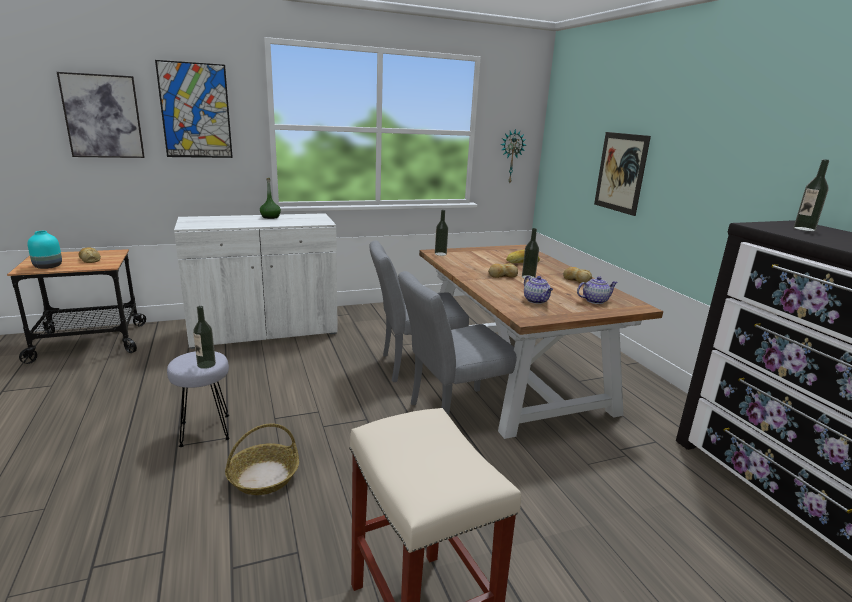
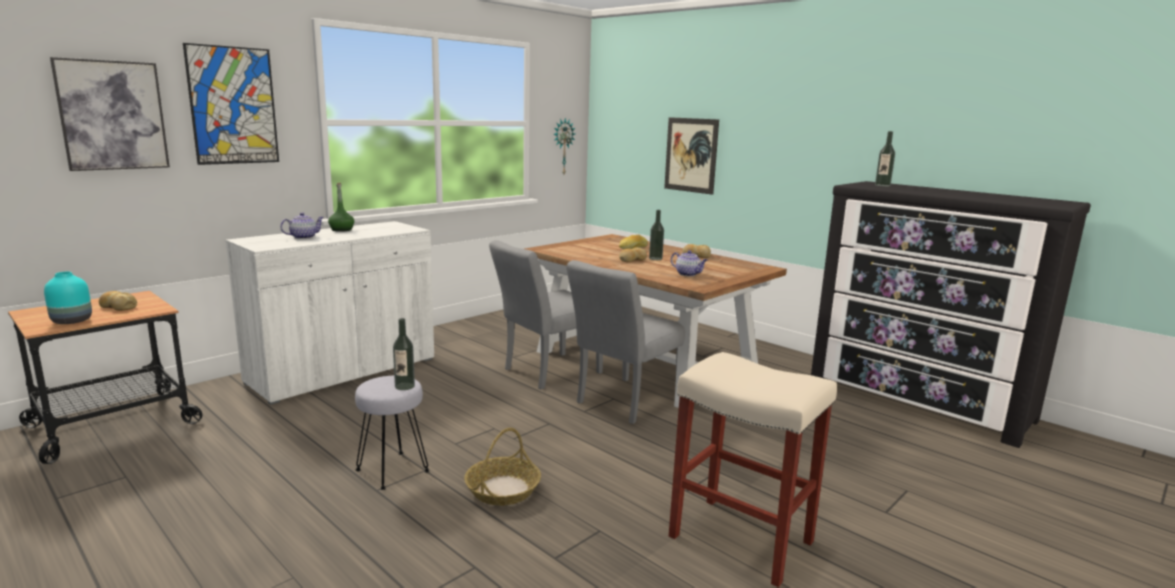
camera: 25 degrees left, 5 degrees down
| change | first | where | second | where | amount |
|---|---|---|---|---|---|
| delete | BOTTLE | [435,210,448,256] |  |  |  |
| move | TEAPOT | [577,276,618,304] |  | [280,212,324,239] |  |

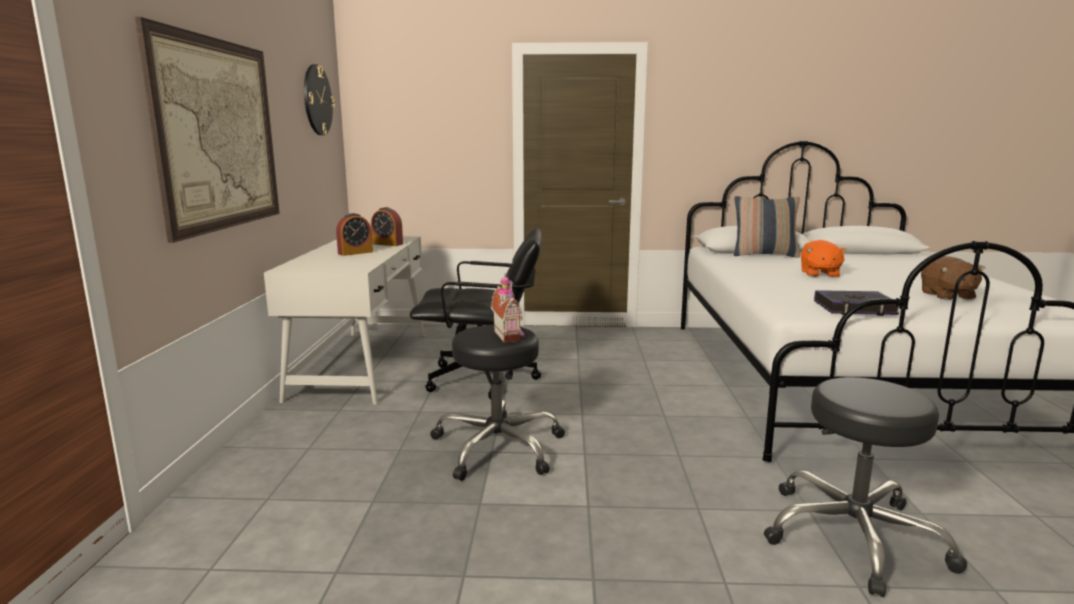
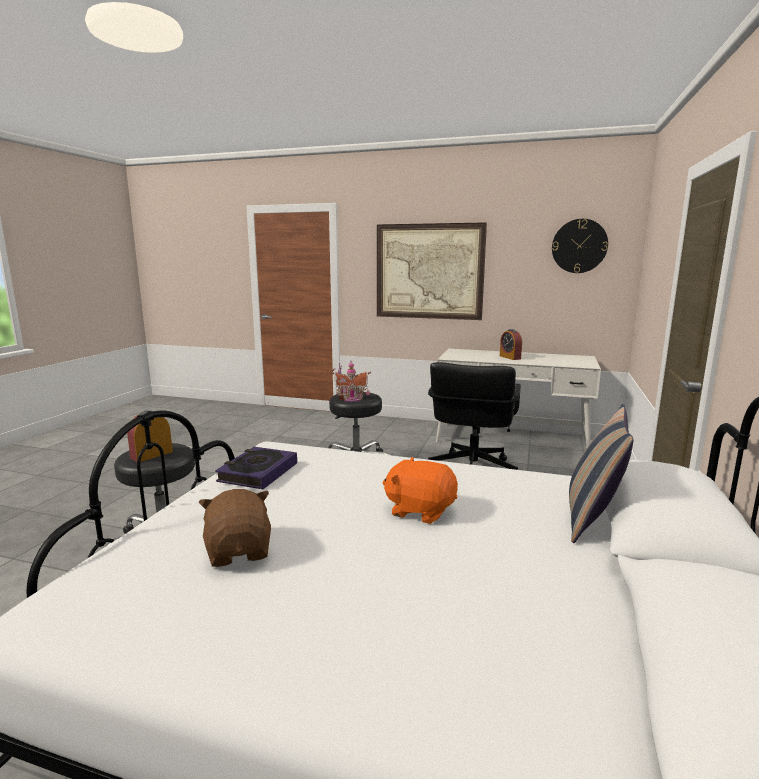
camera: 105 degrees right, 0 degrees up
| change | first | where | second | where | amount |
|---|---|---|---|---|---|
| move | ALARM CLOCK | [371,207,403,246] |  | [127,411,173,462] |  |
| rotate | BROWN PLUSH TOY | [921,256,985,300] |  | [199,489,271,567] | 60 degrees clockwise |

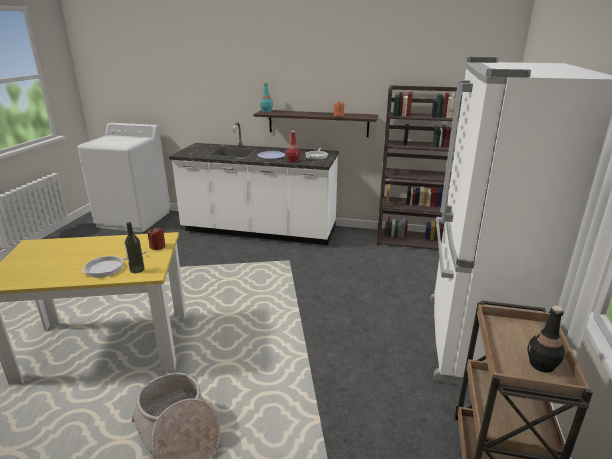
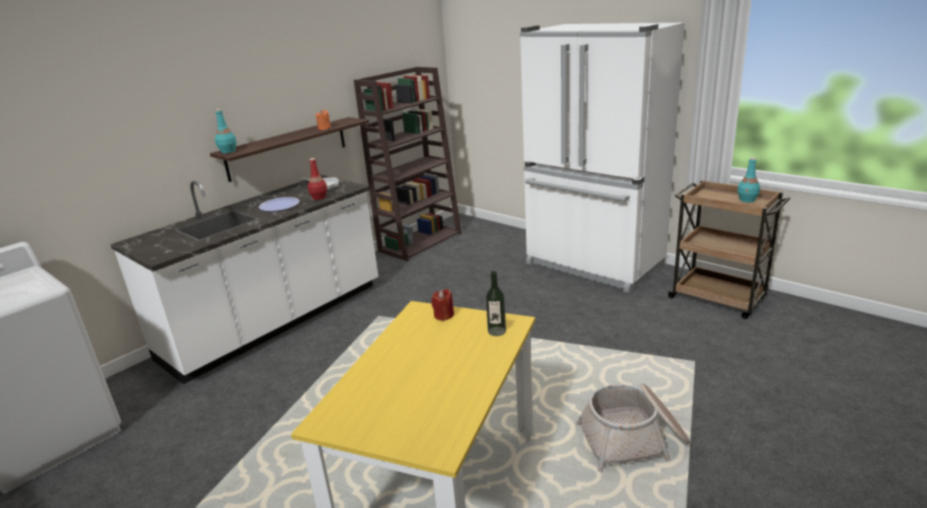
camera: 60 degrees left, 0 degrees up
| change | first | where | second | where | amount |
|---|---|---|---|---|---|
| delete | FRYING PAN | [81,251,147,278] |  |  |  |
| recolor | BLACK BOTTLE | [527,306,565,373] | TURQUOISE BOTTLE | [737,157,760,202] |  |

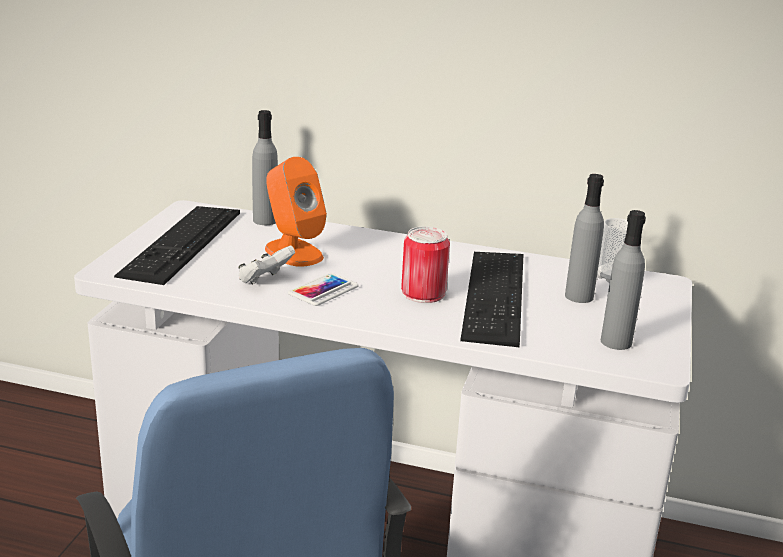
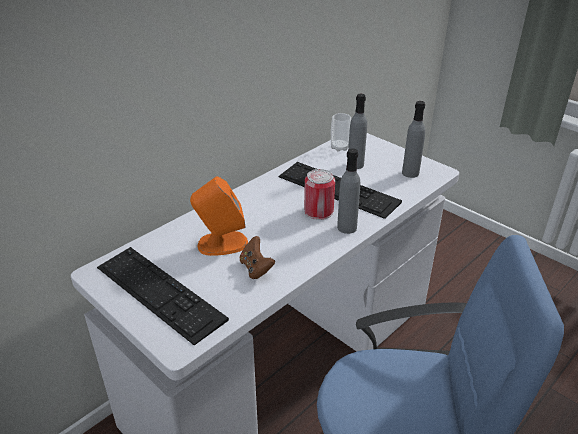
camera: 60 degrees left, 10 degrees up
| change | first | where | second | where | amount |
|---|---|---|---|---|---|
| recolor | WHITE GAME CONTROLLER | [238,245,295,285] | BROWN GAME CONTROLLER | [240,236,275,279] |  |
| move | GREY BOTTLE | [252,110,278,225] |  | [337,148,360,234] |  |
| delete | PHONE | [288,273,359,306] |  |  |  |

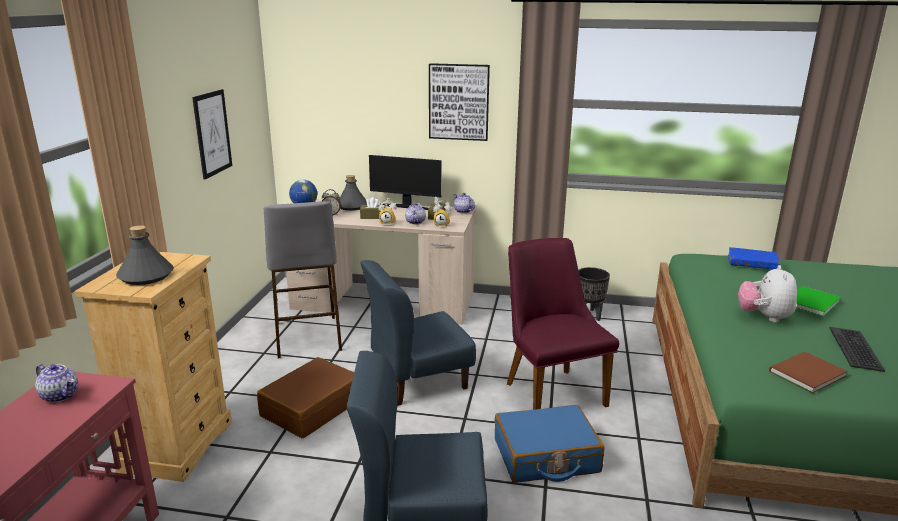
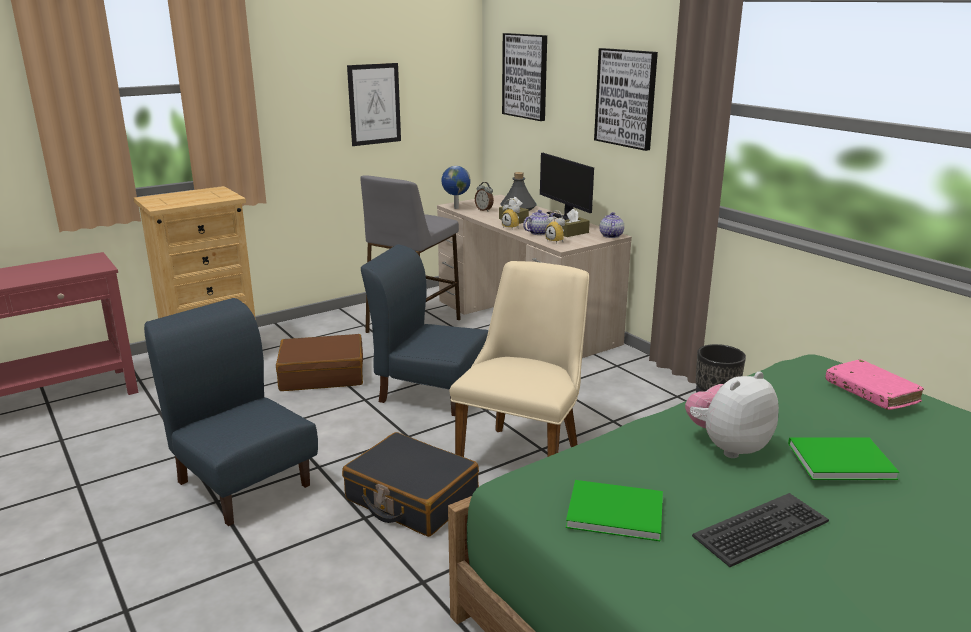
camera: 45 degrees right, 0 degrees up
| change | first | where | second | where | amount |
|---|---|---|---|---|---|
| delete | TEAPOT | [35,364,78,403] |  |  |  |
| delete | GREY BOTTLE | [116,225,174,285] |  |  |  |
| recolor | BLUE SUITCASE | [495,405,604,483] | BLACK SUITCASE | [342,432,479,537] |  |
| recolor | PURPLE CHAIR | [507,238,620,410] | BEIGE CHAIR | [450,261,589,457] |  |
| recolor | BLUE BOOK | [728,247,780,269] | PINK BOOK | [825,359,924,410] |  |
| recolor | BROWN BOOK | [769,352,848,393] | GREEN BOOK | [566,480,663,541] |  |
| insert |  |  | PICTURE | [502,33,547,121] |  |

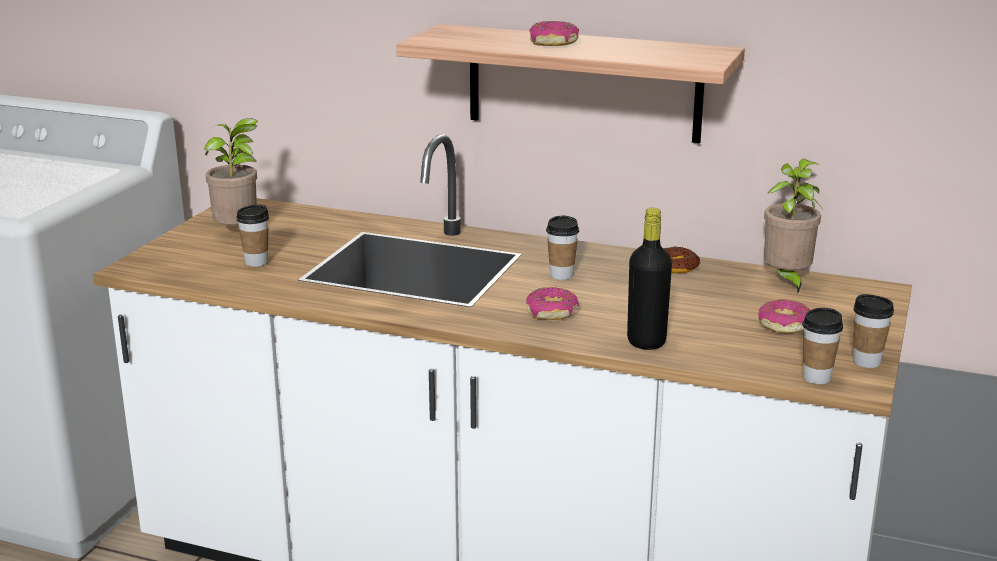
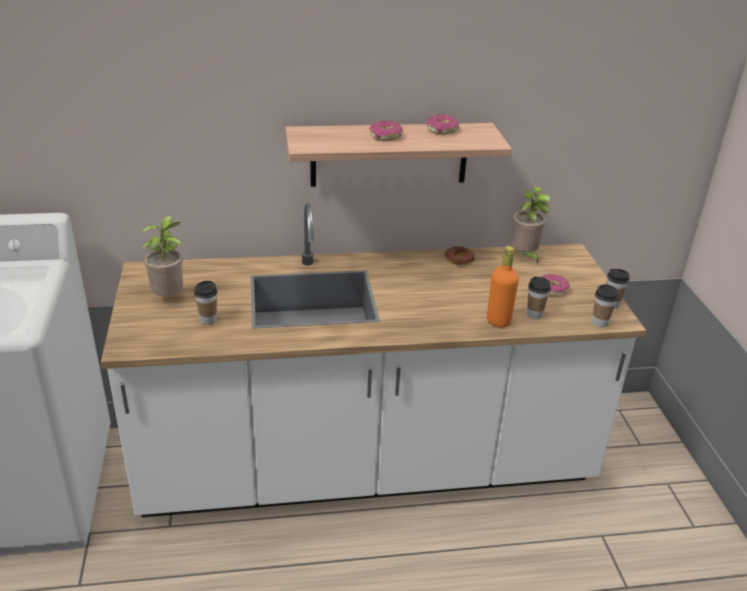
camera: 30 degrees left, 10 degrees up
| change | first | where | second | where | amount |
|---|---|---|---|---|---|
| move | DONUT | [526,287,579,320] |  | [427,115,459,135] |  |
| move | CUP | [546,216,579,280] |  | [527,276,551,319] |  |
| recolor | BLACK BOTTLE | [627,208,672,350] | ORANGE BOTTLE | [487,246,519,328] |  |

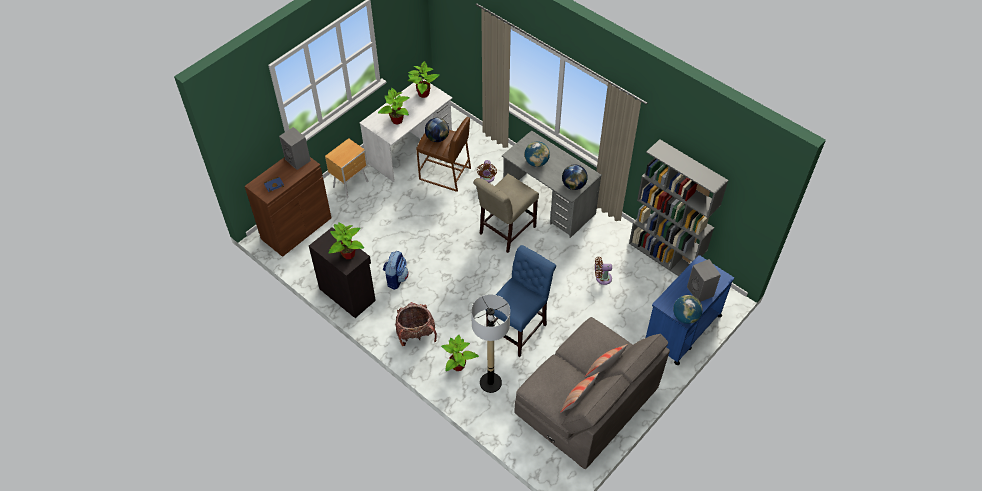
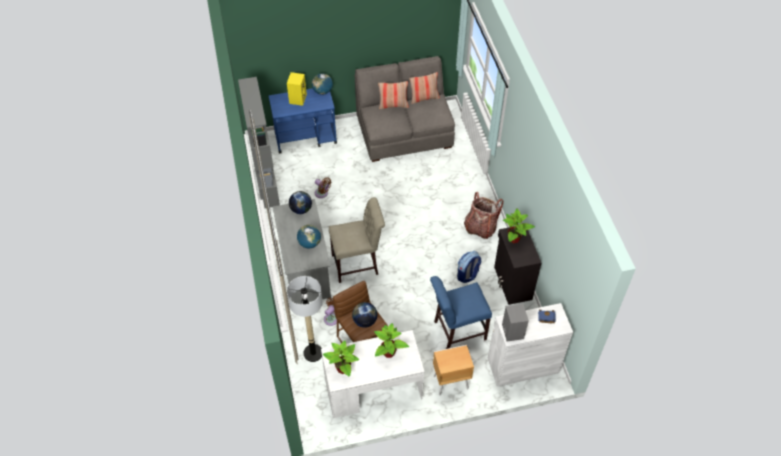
camera: 145 degrees left, 0 degrees up
| change | first | where | second | where | amount |
|---|---|---|---|---|---|
| recolor | BROWN CABINET | [245,157,331,257] | WHITE CABINET | [488,303,573,387] |  |
| delete | POTTED PLANT | [441,334,479,371] |  |  |  |
| move | FLOOR LAMP | [471,294,510,393] |  | [287,276,323,362] |  |
| move | BLUE CHAIR | [486,245,556,357] |  | [430,276,492,349] |  |
| recolor | GREY SPEAKER | [687,259,721,302] | YELLOW SPEAKER | [287,72,307,106] |  |

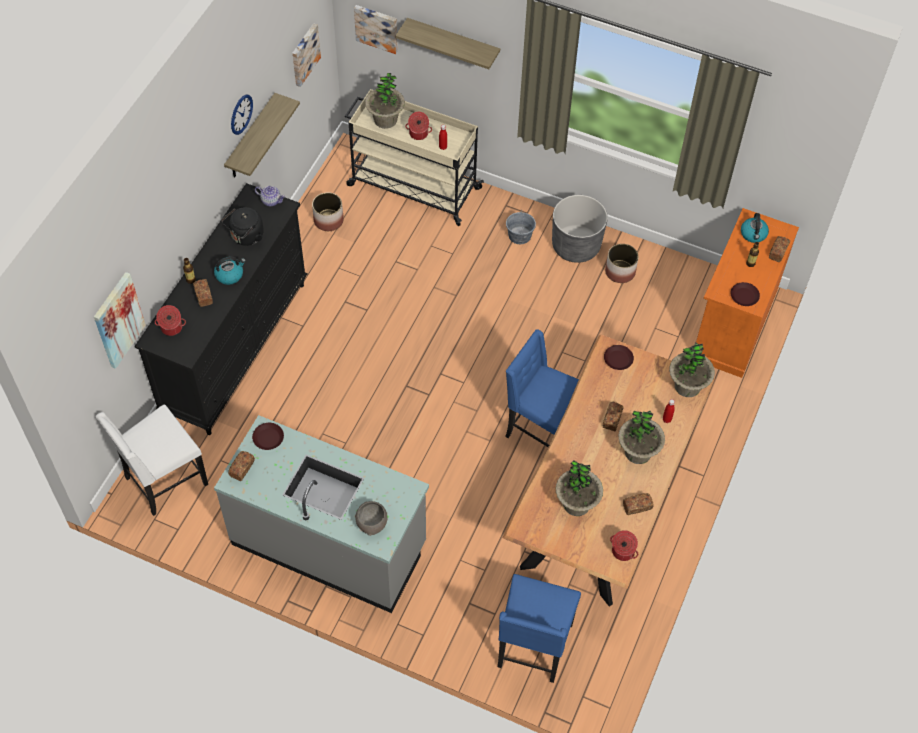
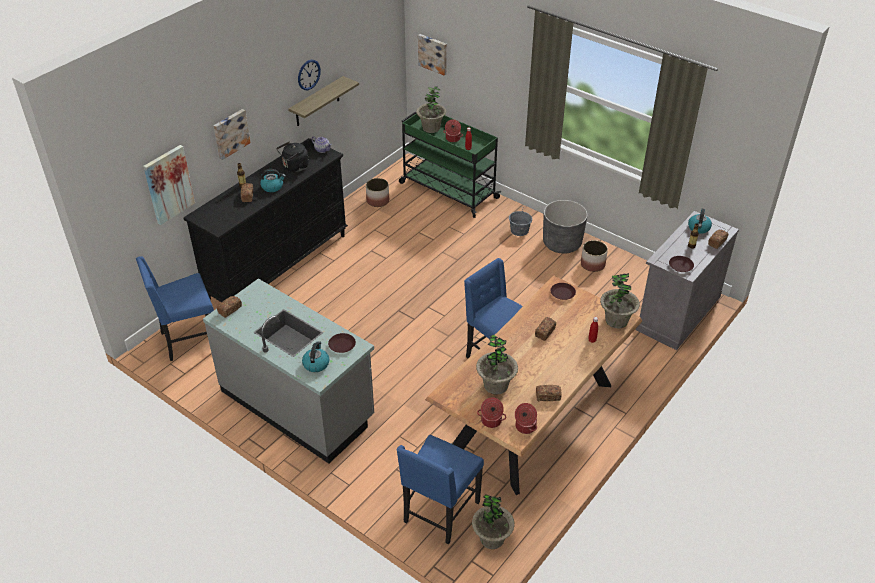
camera: 15 degrees right, 15 degrees down
| change | first | where | second | where | amount |
|---|---|---|---|---|---|
| recolor | WHITE CHAIR | [96,404,208,516] | BLUE CHAIR | [136,256,214,361] |  |
| move | COOKING POT | [155,305,186,336] |  | [477,397,506,428] |  |
| move | BROWN PLATE | [252,423,284,450] |  | [328,333,356,353] |  |
| move | PICTURE | [292,23,321,87] |  | [213,109,251,160] |  |
| recolor | BEIGE CART | [345,89,484,226] | GREEN CART | [399,112,501,218] |  |
| replace | GREY BOWL | [355,501,388,536] | KETTLE | [302,341,329,372] |  |
| delete | SHELF | [395,18,500,69] |  |  |  |
| move | POTTED PLANT | [618,411,665,464] |  | [472,494,515,549] |  |
| recolor | ORANGE CABINET | [696,208,799,378] | GREY CABINET | [635,211,739,350] |  |

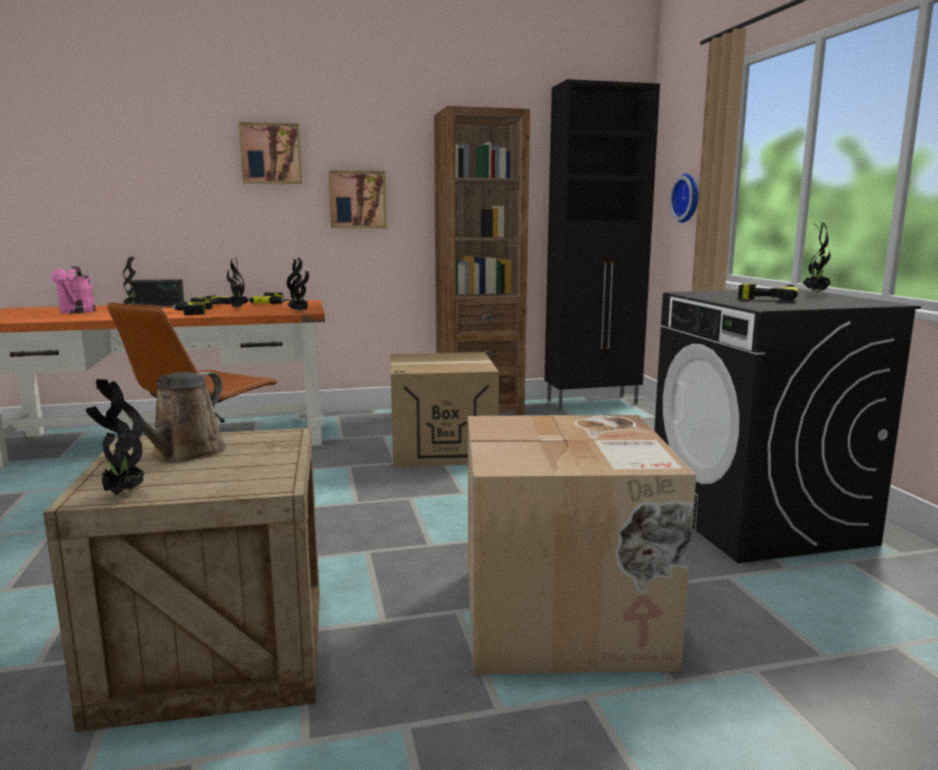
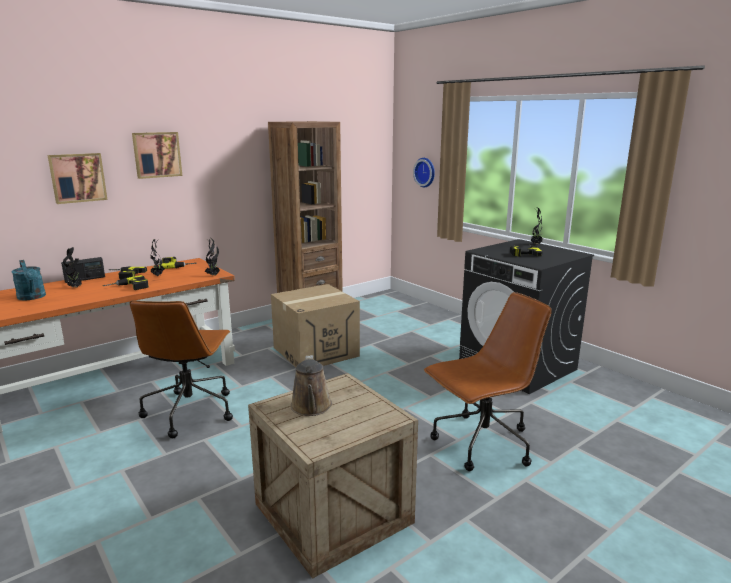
camera: 25 degrees left, 5 degrees up
| change | first | where | second | where | amount |
|---|---|---|---|---|---|
| recolor | PINK WATERING CAN | [51,266,96,314] | TURQUOISE WATERING CAN | [12,260,46,300] |  |
| delete | POTTED PLANT | [86,379,144,496] |  |  |  |
| move | PICTURE | [328,170,387,228] |  | [48,153,108,204] |  |
| replace | CARDBOARD BOX | [468,415,696,675] | BROWN OFFICE CHAIR | [424,292,552,471] |  |
| delete | BLACK CABINET | [544,79,660,409] |  |  |  |

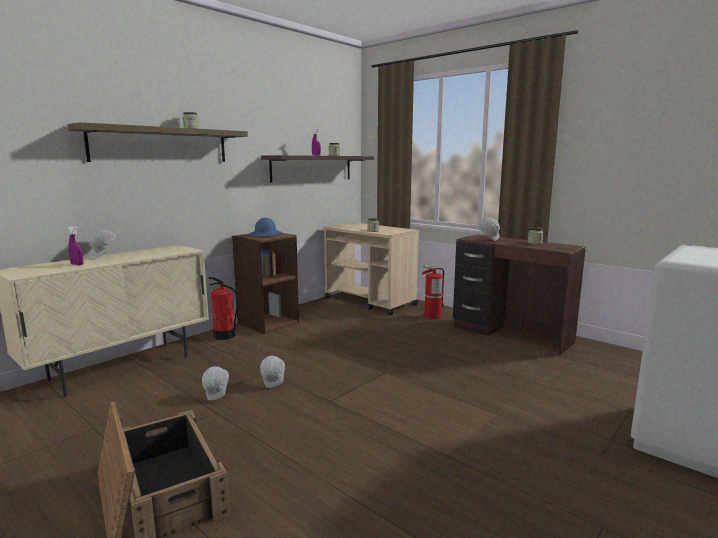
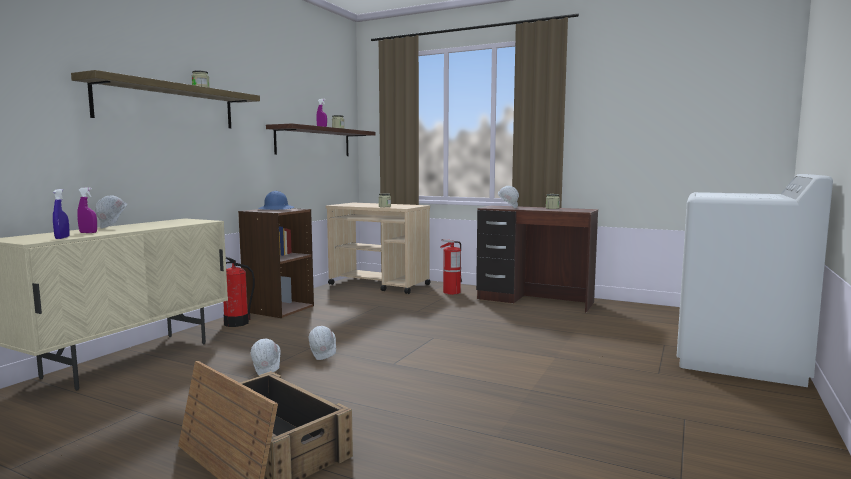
camera: 15 degrees left, 5 degrees down
| change | first | where | second | where | amount |
|---|---|---|---|---|---|
| insert |  |  | BLUE SPRAY BOTTLE | [53,189,70,239] |  |

